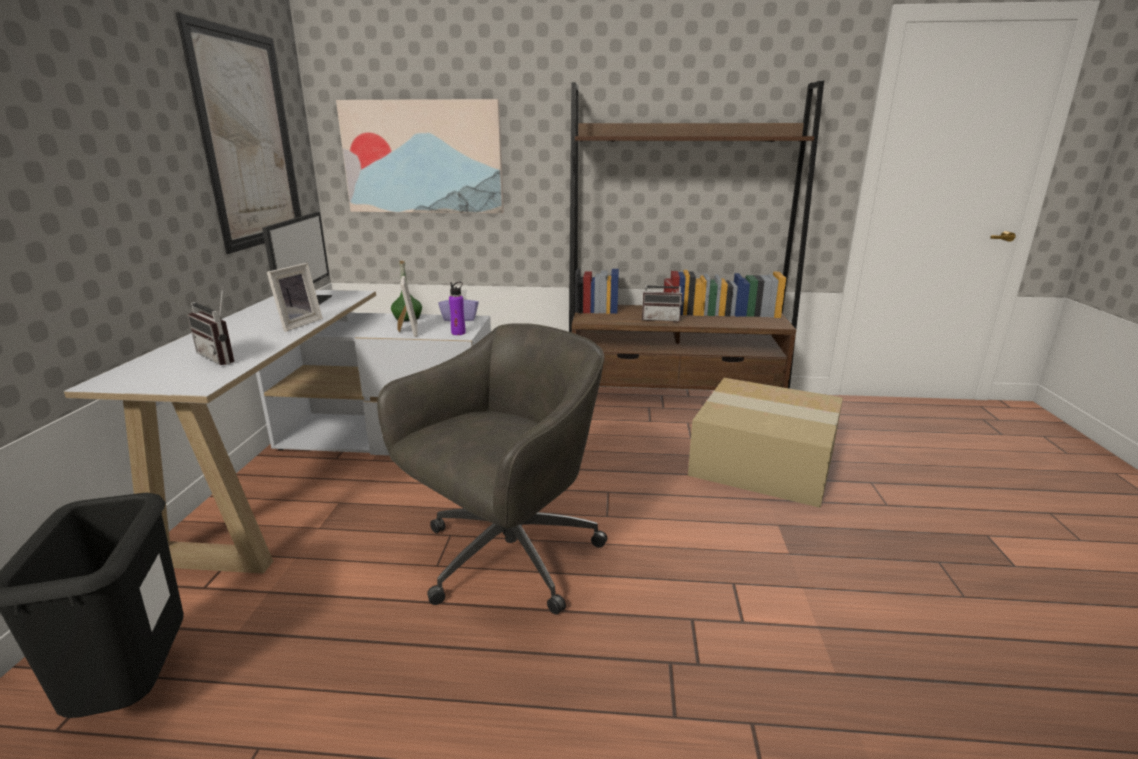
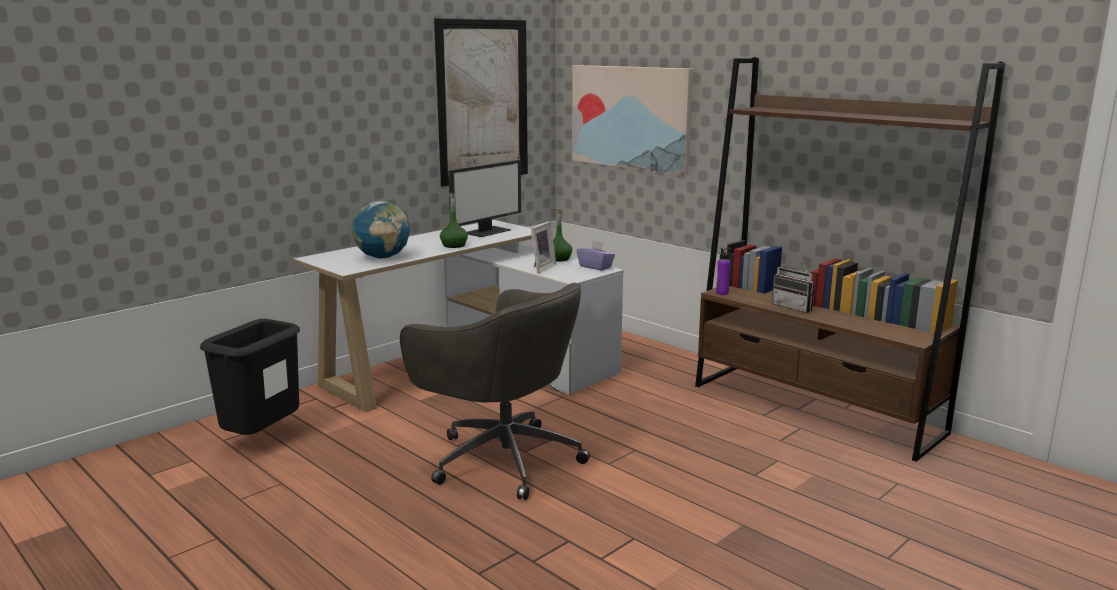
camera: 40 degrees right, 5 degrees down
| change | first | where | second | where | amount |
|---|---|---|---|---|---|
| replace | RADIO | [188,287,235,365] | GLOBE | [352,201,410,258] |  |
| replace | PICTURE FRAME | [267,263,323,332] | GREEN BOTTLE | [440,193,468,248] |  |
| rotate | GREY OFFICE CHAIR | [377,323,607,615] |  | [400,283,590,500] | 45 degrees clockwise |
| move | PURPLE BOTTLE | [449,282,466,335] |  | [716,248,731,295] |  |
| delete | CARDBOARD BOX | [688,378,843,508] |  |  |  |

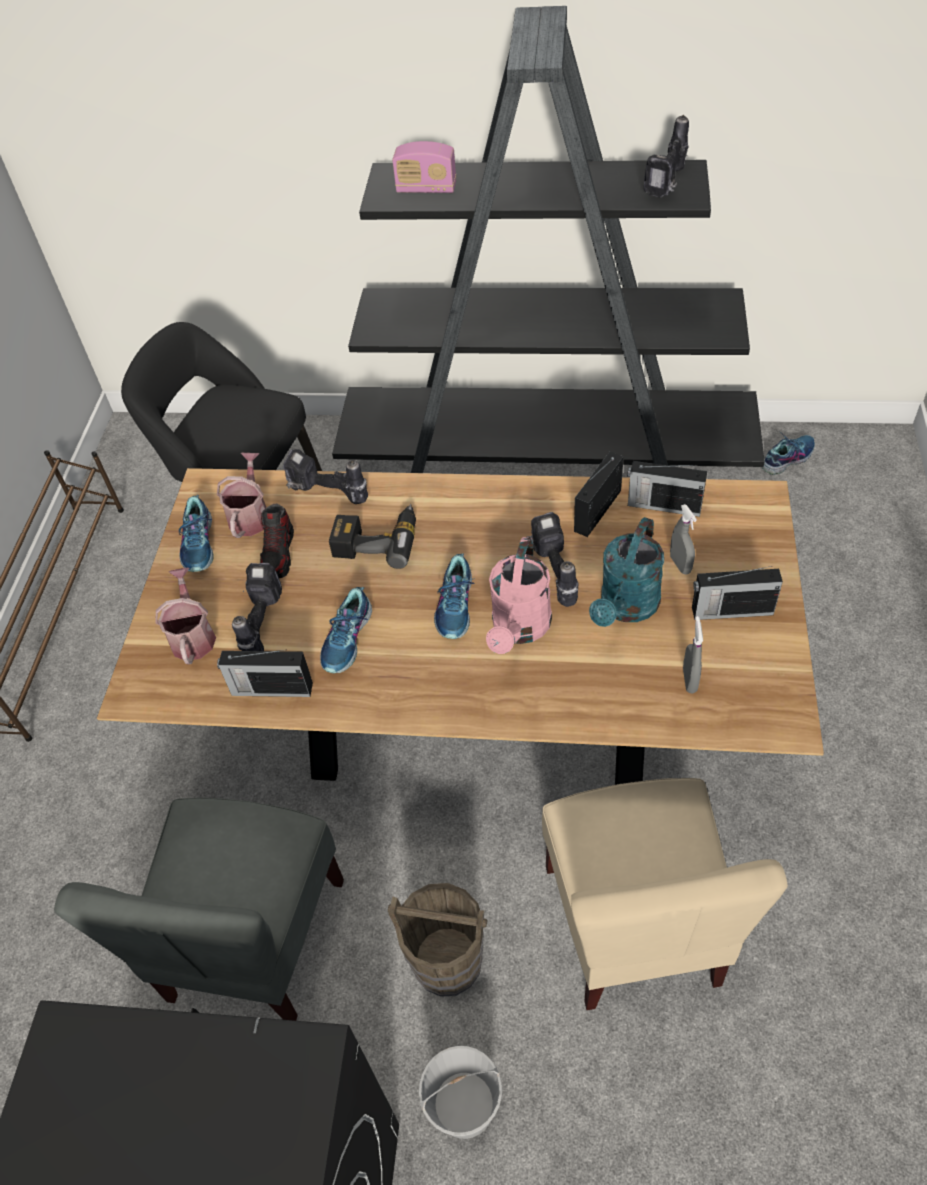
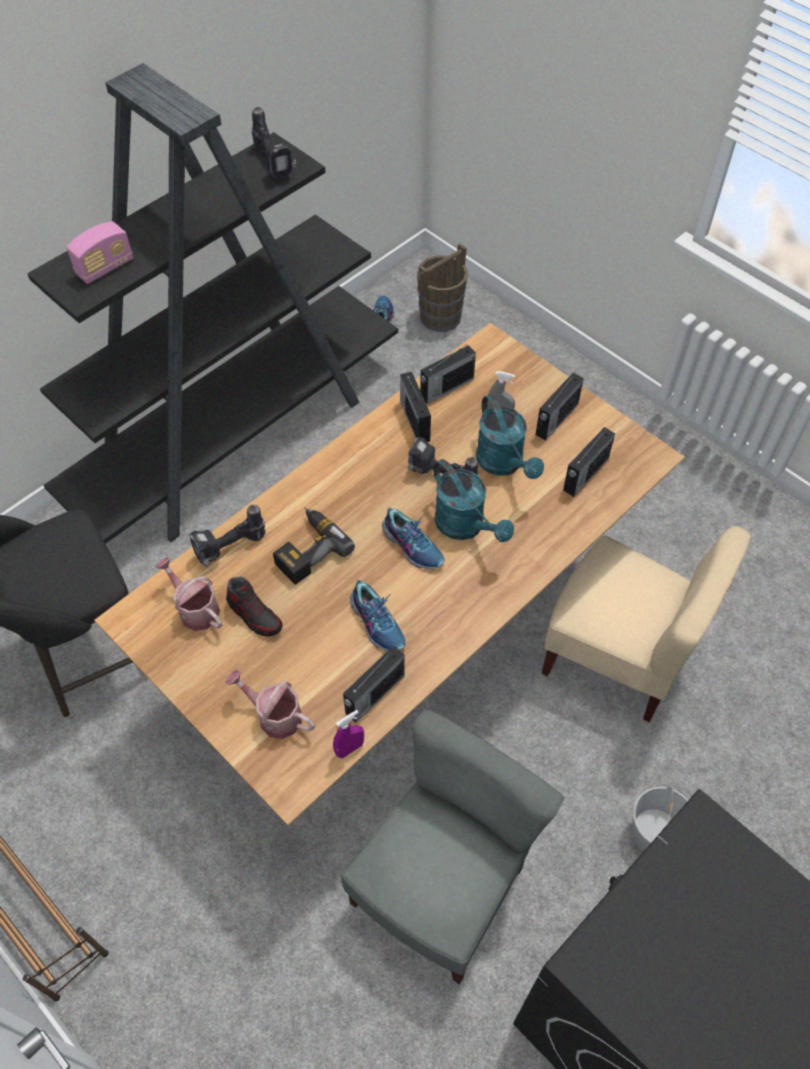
camera: 55 degrees left, 5 degrees up
| change | first | where | second | where | amount |
|---|---|---|---|---|---|
| rotate | GREY CHAIR | [54,798,344,1021] |  | [341,709,564,984] | 105 degrees counterclockwise |
| delete | SHOE | [179,495,214,572] |  |  |  |
| delete | POWER DRILL | [232,563,282,651] |  |  |  |
| move | BROWN BUCKET | [388,883,487,997] |  | [417,243,468,332] |  |
| recolor | PINK WATERING CAN | [486,537,552,654] | TURQUOISE WATERING CAN | [433,459,514,542] |  |
| replace | GREY SPRAY BOTTLE | [683,616,703,694] | RADIO | [563,427,615,497] |  |
| insert |  |  | PURPLE SPRAY BOTTLE | [333,710,364,758] |  |

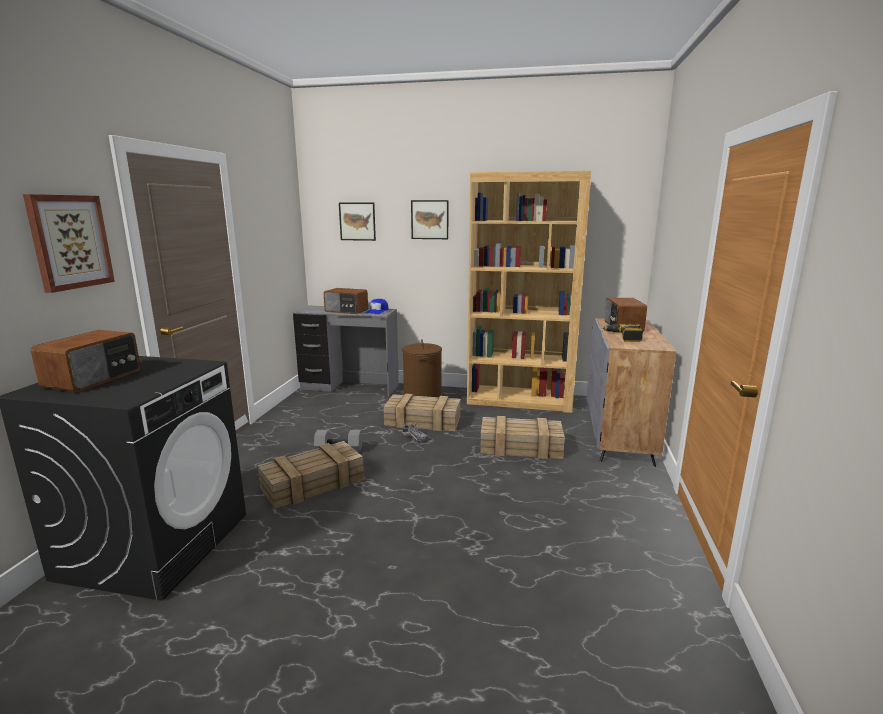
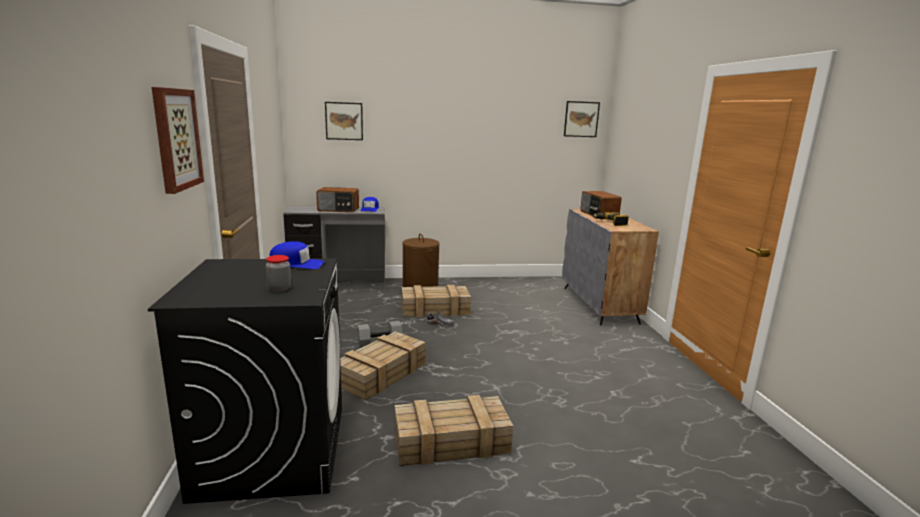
camera: 20 degrees left, 0 degrees up
| change | first | where | second | where | amount |
|---|---|---|---|---|---|
| delete | RADIO | [31,330,140,392] |  |  |  |
| move | PICTURE | [411,200,448,239] |  | [564,101,600,137] |  |
| delete | BROWN BOOKCASE | [467,171,591,413] |  |  |  |
| move | CRATE | [480,416,565,459] |  | [395,395,513,466] |  |
| insert |  |  | JAR | [266,255,291,292] |  |
| insert |  |  | BLUE CAP | [270,241,325,269] |  |

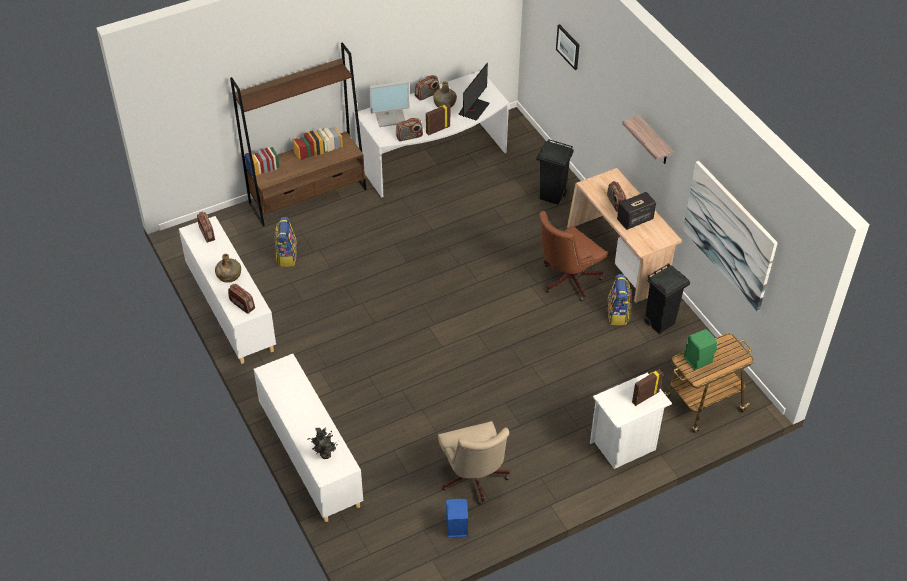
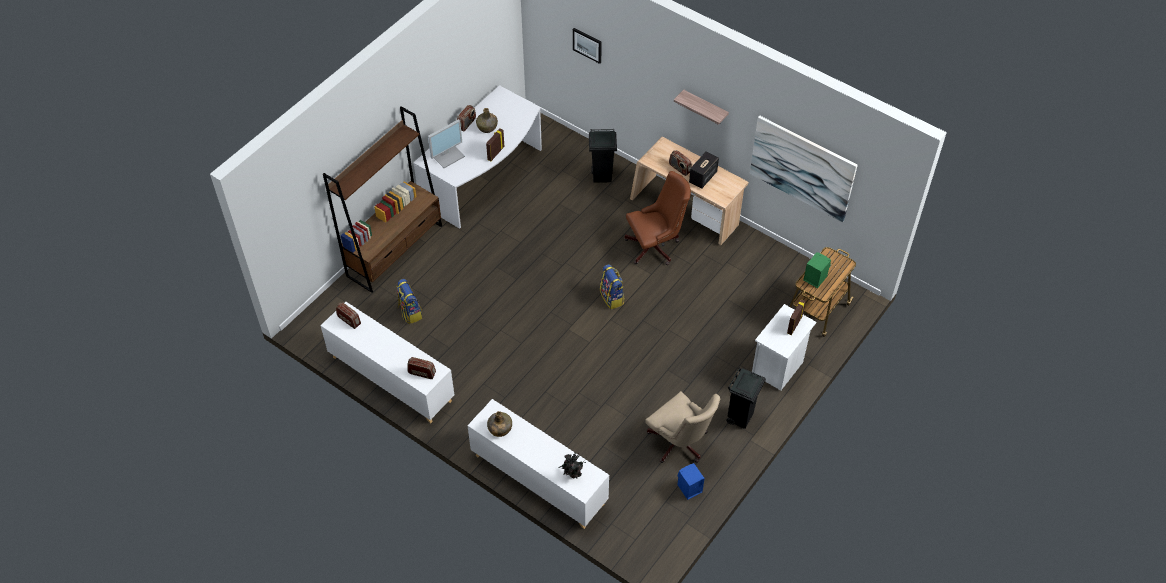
camera: 25 degrees left, 5 degrees up
| change | first | where | second | where | amount |
|---|---|---|---|---|---|
| move | GREEN BOTTLE | [215,254,241,283] |  | [487,411,512,437] |  |
| delete | RADIO | [396,118,423,141] |  |  |  |
| delete | MONITOR | [459,63,490,121] |  |  |  |
| rotate | BROWN OFFICE CHAIR | [539,211,607,301] |  | [625,171,691,265] | 135 degrees counterclockwise |
| move | BACKPACK | [608,274,631,325] |  | [600,264,625,310] |  |
| move | BLACK TRASH CAN | [644,263,690,334] |  | [726,367,766,429] |  |

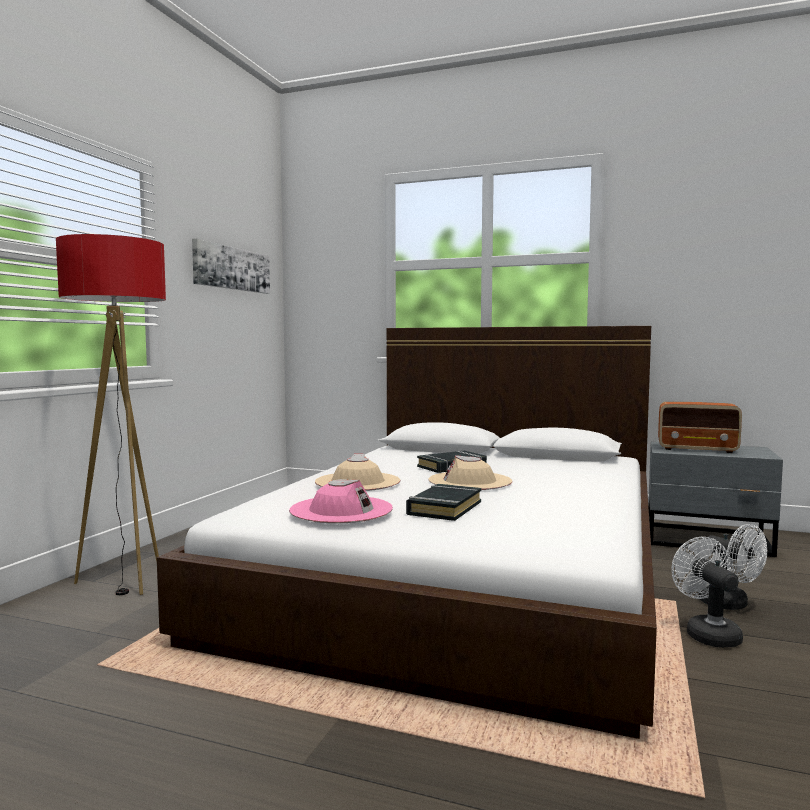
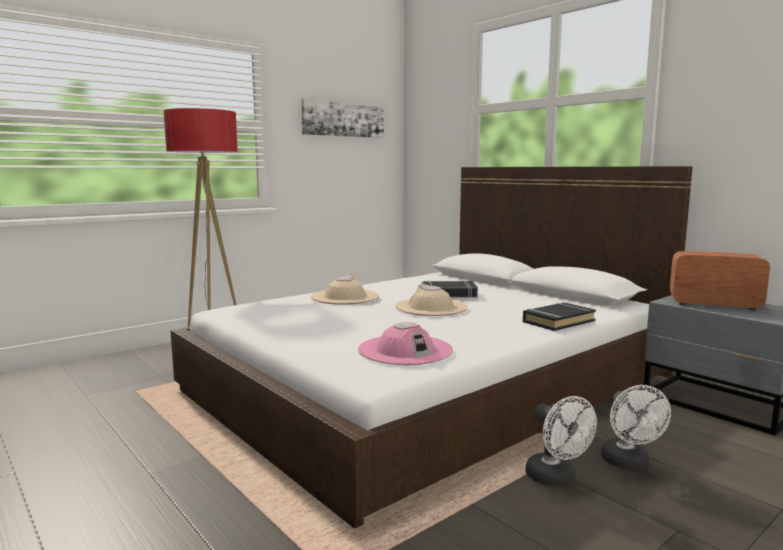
camera: 30 degrees right, 5 degrees up
| change | first | where | second | where | amount |
|---|---|---|---|---|---|
| move | PINK HAT | [289,479,393,523] |  | [358,322,453,365] |  |
| move | BLACK BOOK | [406,484,481,521] |  | [523,302,596,331] |  |
| rotate | RADIO | [658,402,742,453] |  | [670,251,770,310] | 150 degrees clockwise |
| rotate | WHITE FAN | [671,537,743,648] |  | [526,396,597,487] | 135 degrees clockwise |

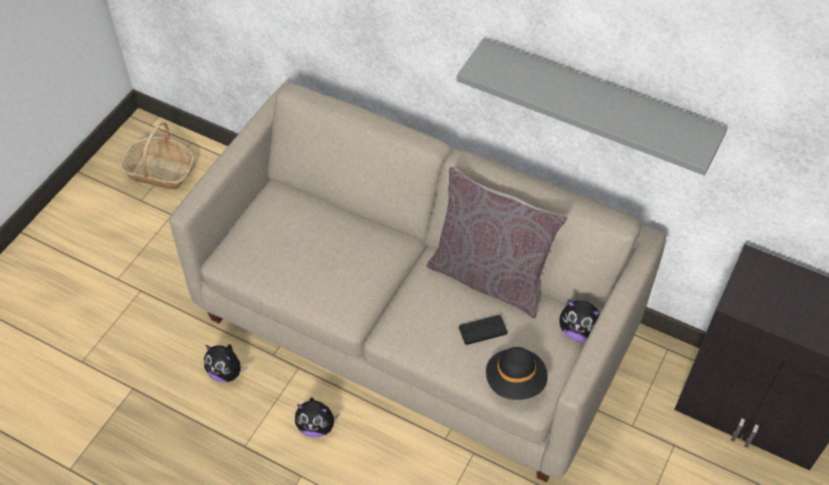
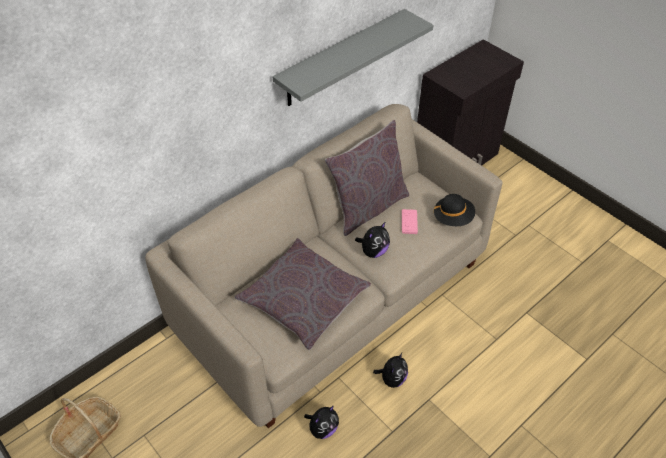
camera: 70 degrees left, 5 degrees down
| change | first | where | second | where | amount |
|---|---|---|---|---|---|
| recolor | BLACK GAME CONTROLLER | [459,315,508,345] | PINK GAME CONTROLLER | [402,209,418,234] |  |
| move | PLUSH TOY | [559,300,600,342] |  | [355,222,390,258] |  |
| insert |  |  | GREY PILLOW | [235,238,371,350] |  |

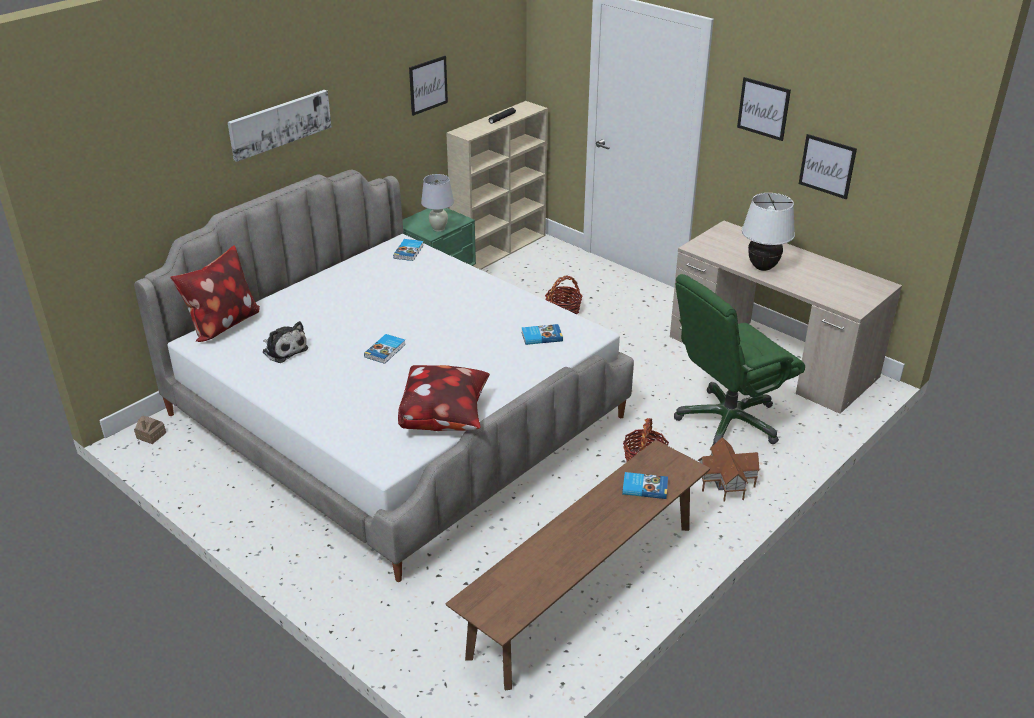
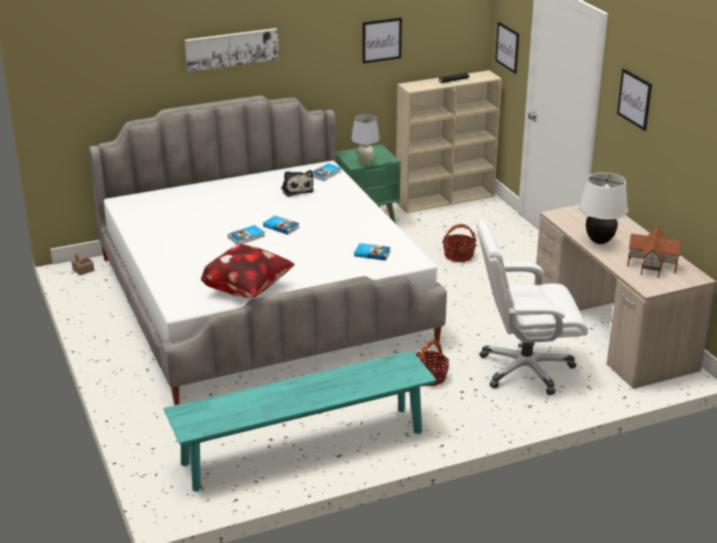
camera: 25 degrees right, 5 degrees down
| change | first | where | second | where | amount |
|---|---|---|---|---|---|
| delete | PILLOW | [170,245,260,342] |  |  |  |
| move | PLUSH TOY | [263,321,308,363] |  | [281,170,314,197] |  |
| recolor | BROWN BENCH | [445,440,710,690] | TURQUOISE BENCH | [163,350,437,492] |  |
| move | BOOK | [622,472,668,499] |  | [263,216,299,235] |  |
| recolor | GREEN OFFICE CHAIR | [674,274,805,447] | WHITE OFFICE CHAIR | [476,220,588,395] |  |
| move | TOY HOUSE | [698,437,760,502] |  | [627,227,682,278] |  |
| move | PICTURE | [799,134,857,199] |  | [495,22,519,74] |  |

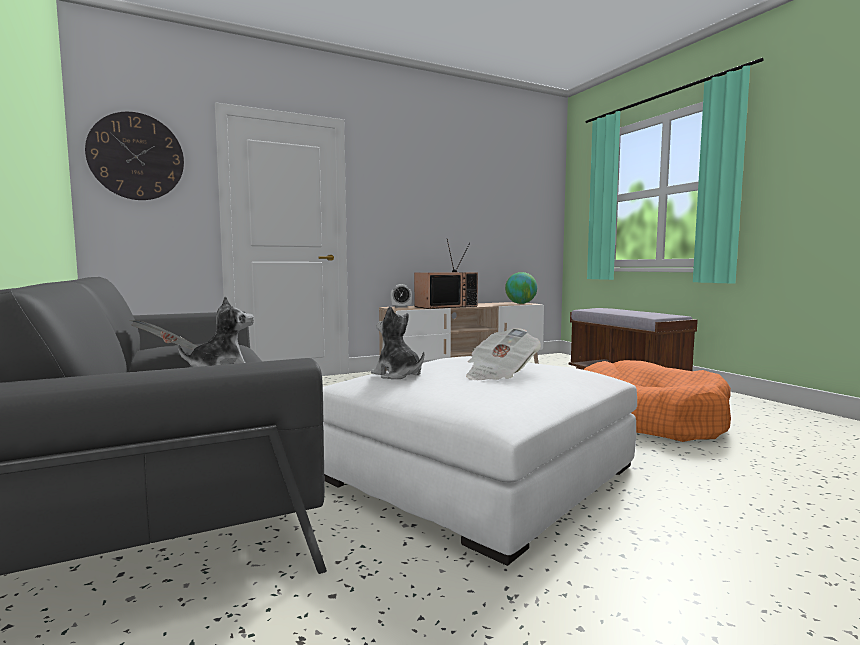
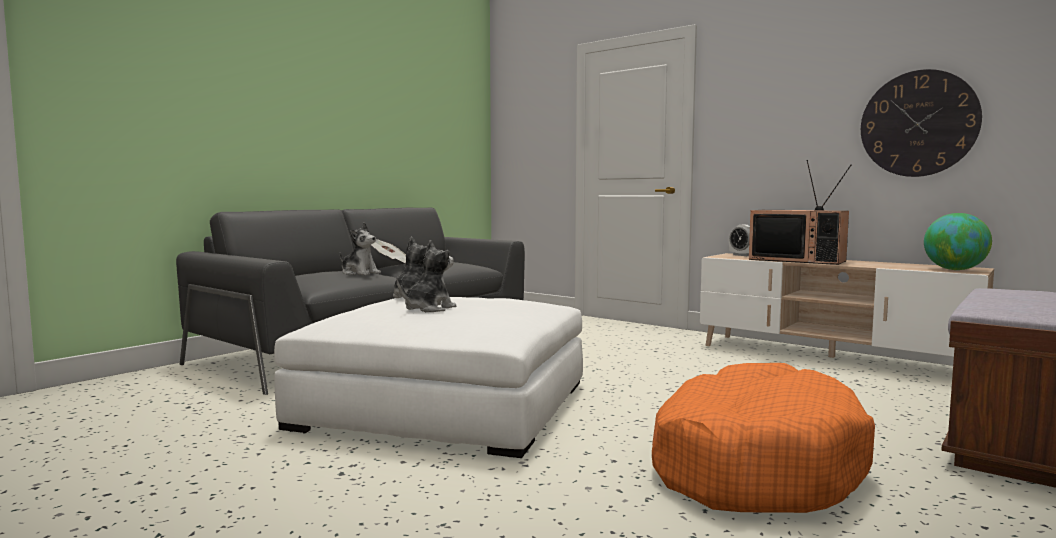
camera: 65 degrees right, 0 degrees up
| change | first | where | second | where | amount |
|---|---|---|---|---|---|
| move | WALL CLOCK | [85,112,184,200] |  | [861,69,982,177] |  |
| replace | NEWSPAPER | [466,328,541,380] | PLUSH TOY | [401,240,456,312] |  |

